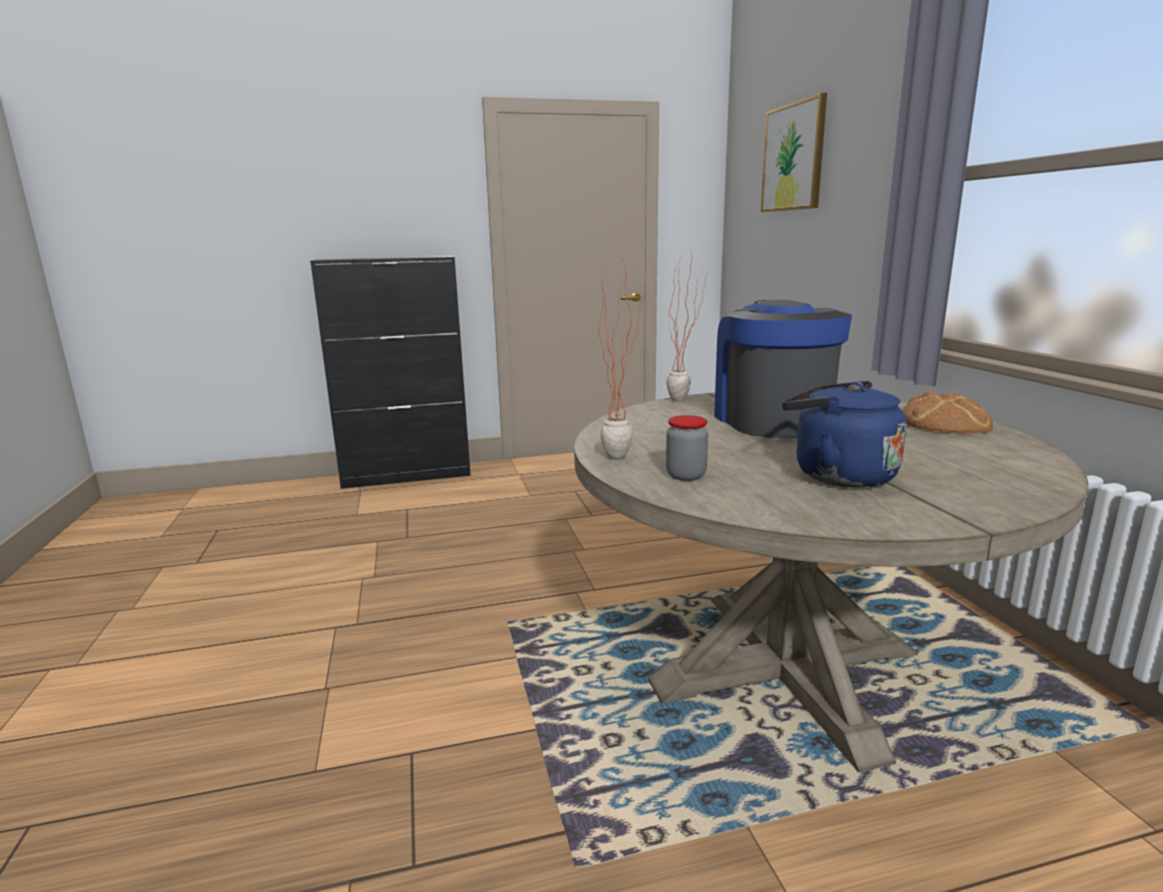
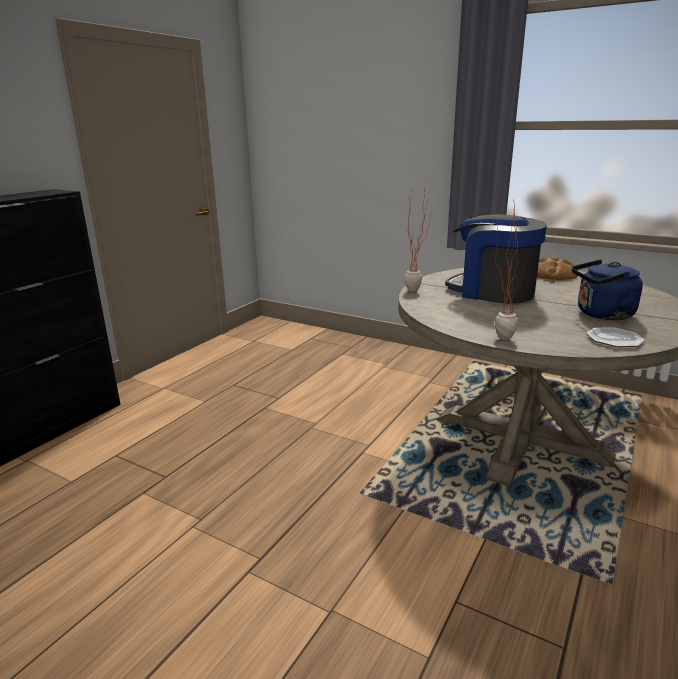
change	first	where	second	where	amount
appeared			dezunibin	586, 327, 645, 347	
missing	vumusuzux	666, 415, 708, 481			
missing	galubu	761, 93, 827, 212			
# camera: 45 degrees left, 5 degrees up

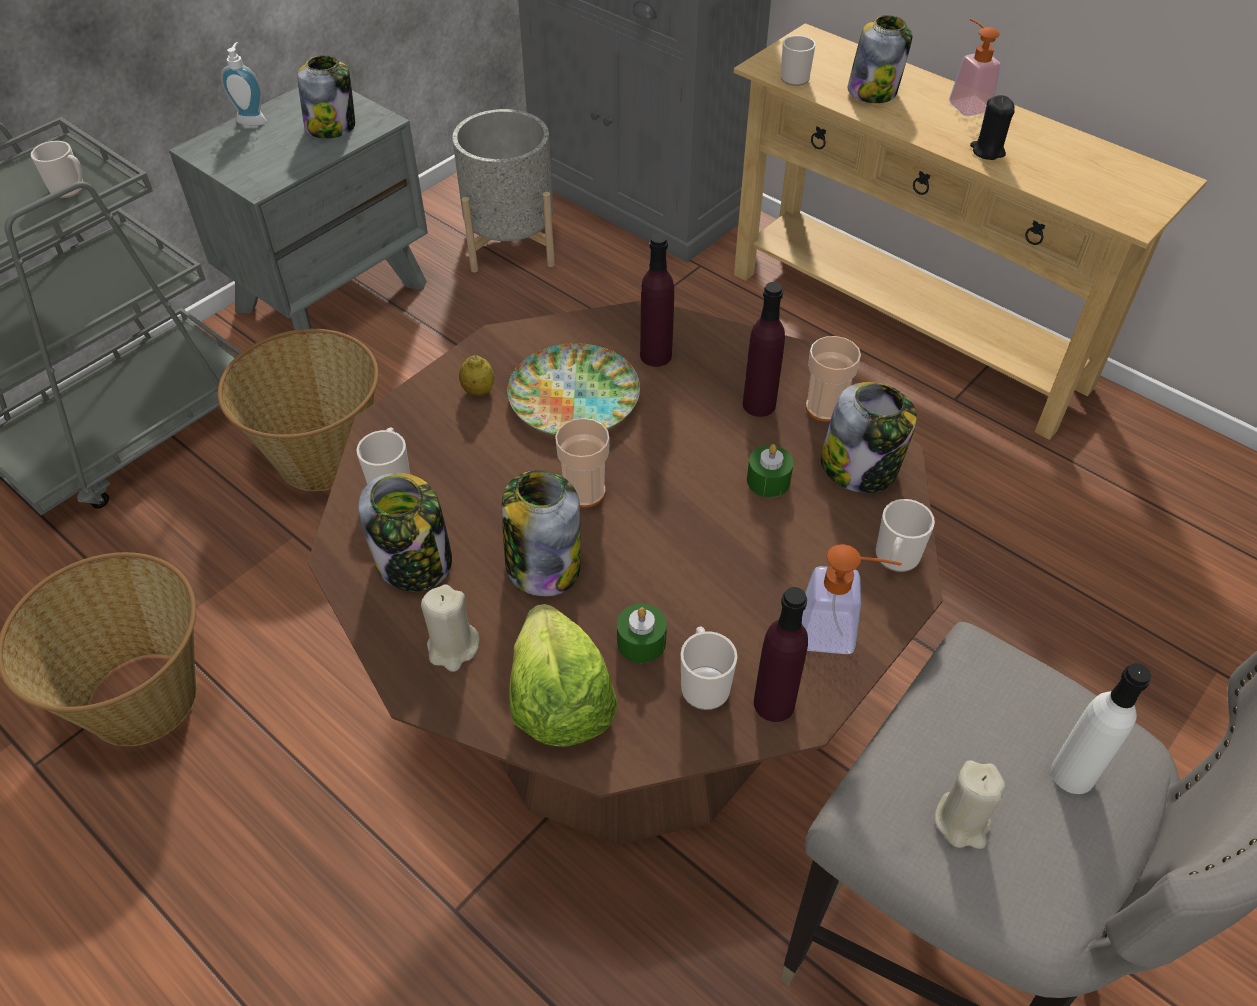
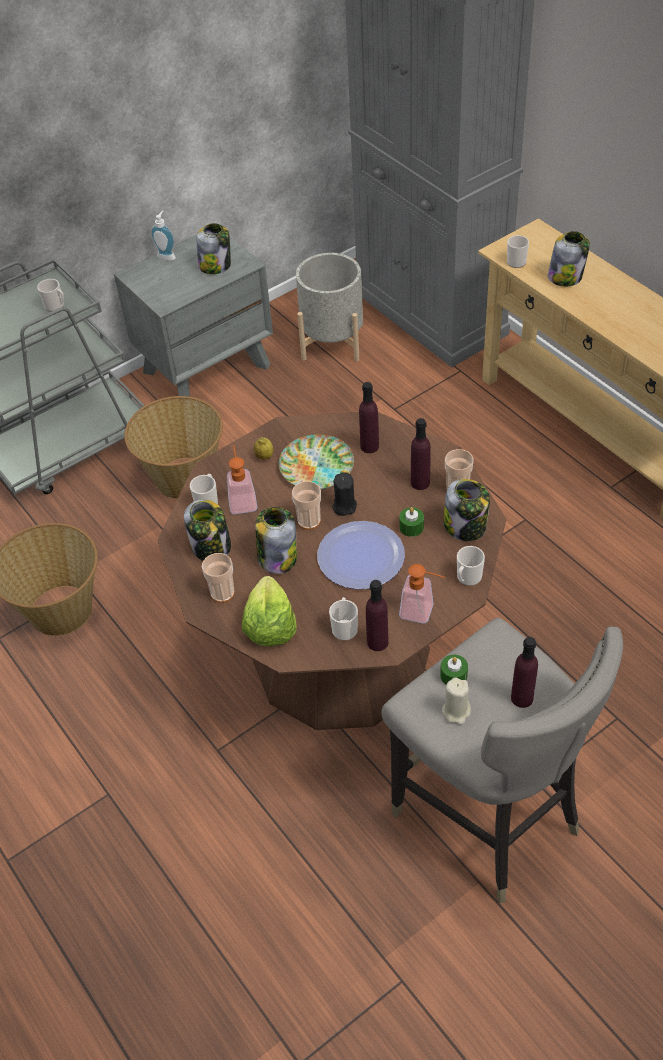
change	first	where	second	where	amount
exchanged	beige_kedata	421, 584, 480, 672	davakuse	202, 553, 235, 603	
relocated	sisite	949, 18, 1001, 116		227, 445, 257, 514	
appeared			dezunibin	317, 521, 405, 589	
relocated	black_kedata	970, 95, 1015, 160		332, 473, 357, 516	
relocated	green_kedata	617, 604, 667, 663		440, 655, 468, 685	
colour	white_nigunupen	1051, 663, 1151, 794	purple_nigunupen	511, 637, 538, 708	
# camera: 15 degrees right, 0 degrees up

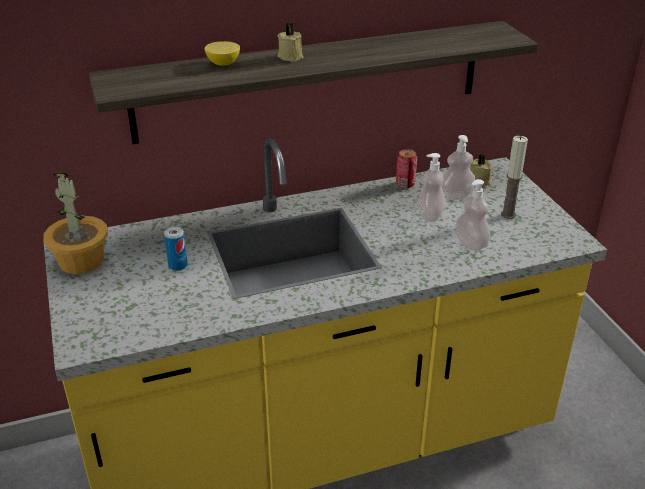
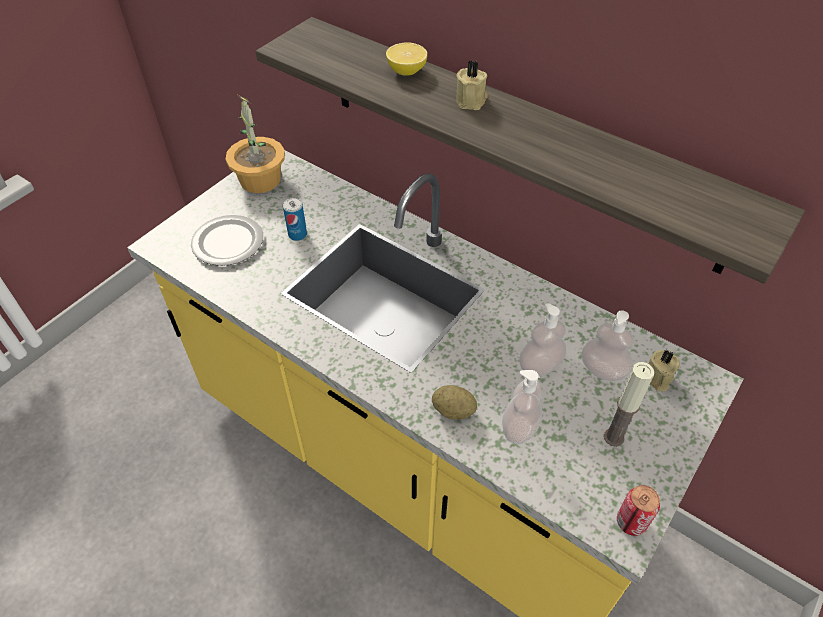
change	first	where	second	where	amount
appeared			dezunibin	191, 215, 263, 266	
appeared			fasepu	432, 385, 477, 420	
relocated	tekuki	396, 149, 417, 188		617, 485, 660, 536	
# camera: 55 degrees right, 15 degrees up

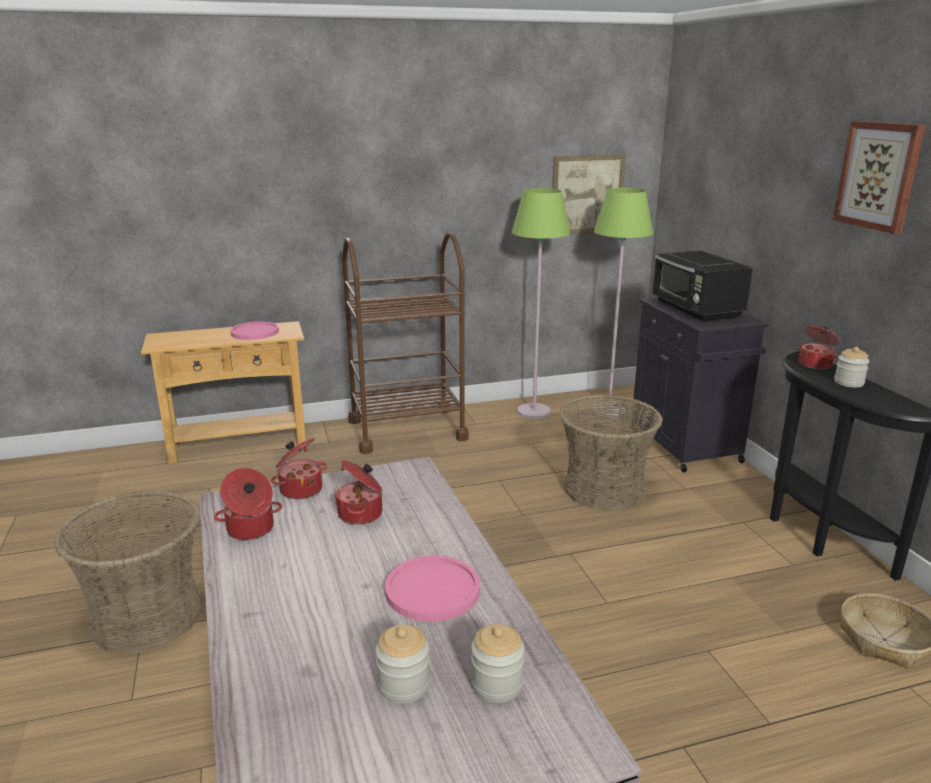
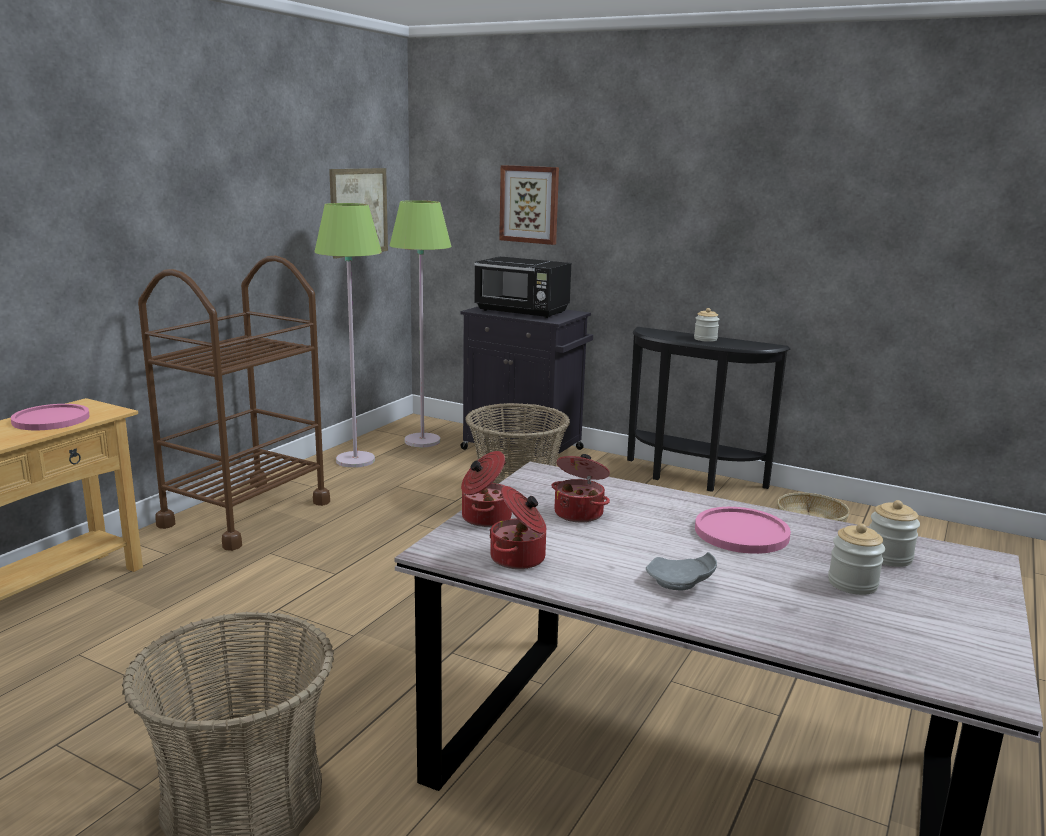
change	first	where	second	where	amount
relocated	galubu	833, 121, 926, 234		499, 165, 559, 245	
appeared			grey_dezunibin	646, 552, 717, 590	
missing	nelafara	799, 326, 840, 369			
# camera: 45 degrees left, 5 degrees down

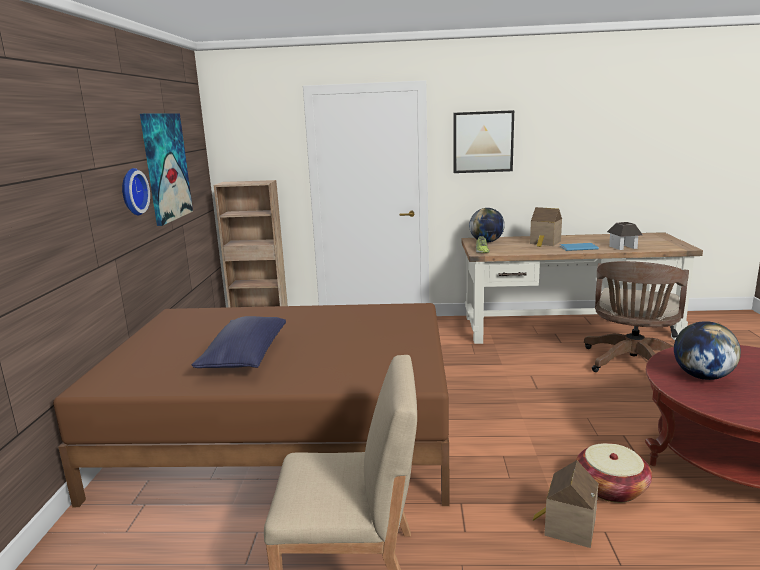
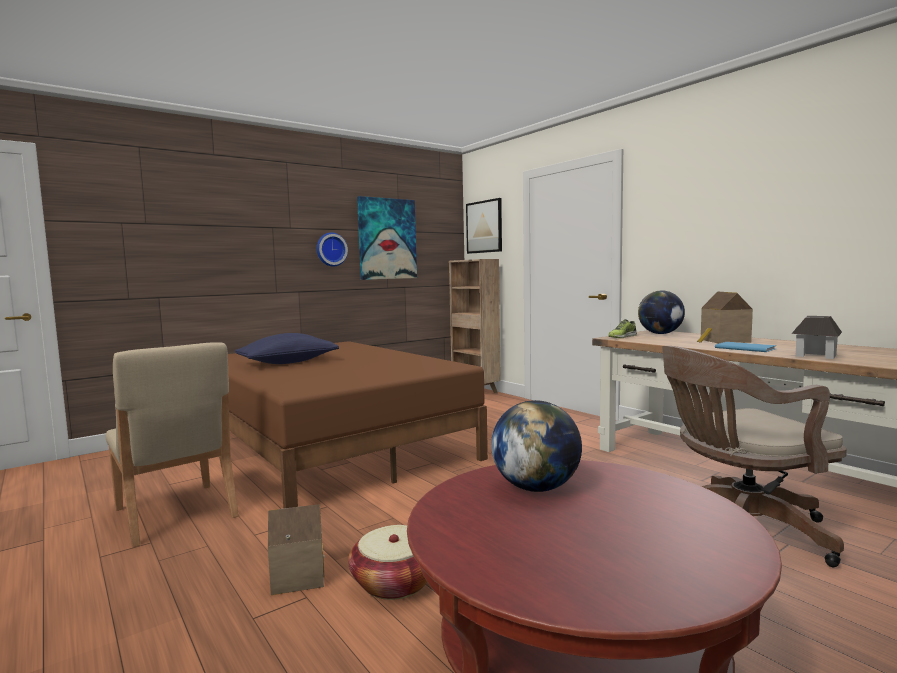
change	first	where	second	where	amount
relocated	galubu	454, 110, 514, 173		466, 198, 502, 254	
# camera: 50 degrees right, 10 degrees down

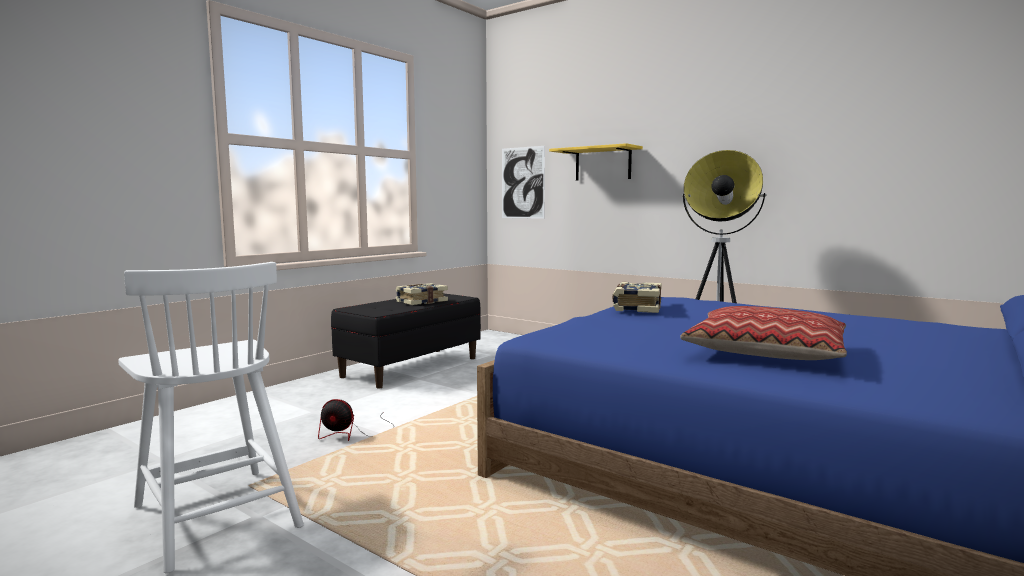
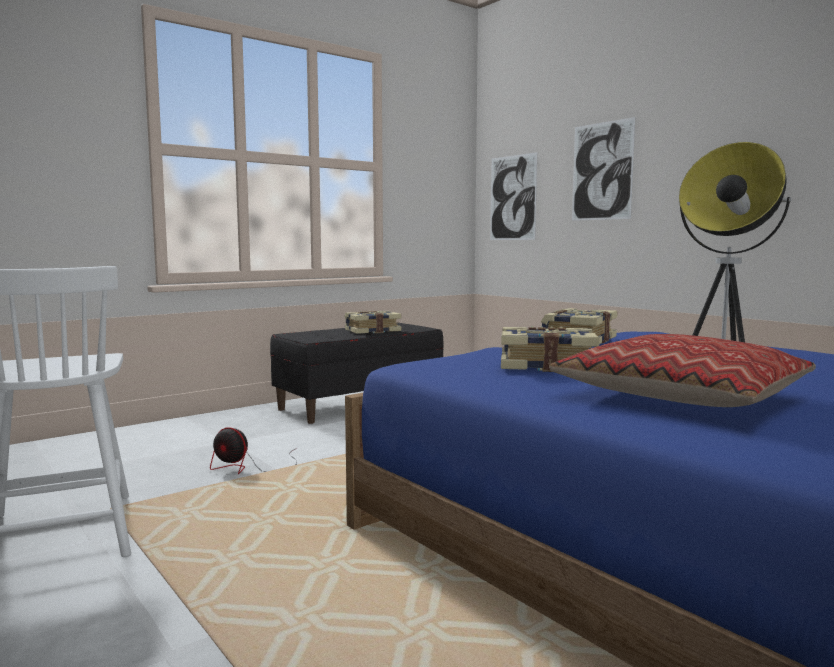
change	first	where	second	where	amount
appeared			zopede	501, 326, 599, 372	
exchanged	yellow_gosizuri	549, 143, 643, 181	galubu	572, 117, 635, 221	
# camera: 15 degrees right, 0 degrees up

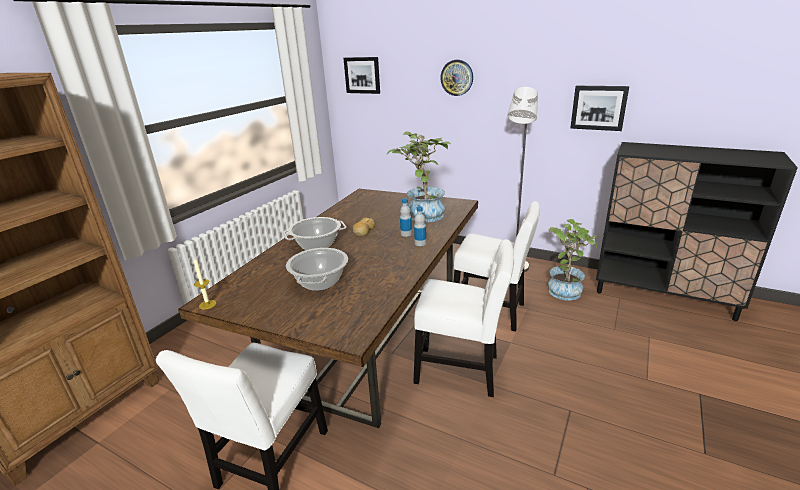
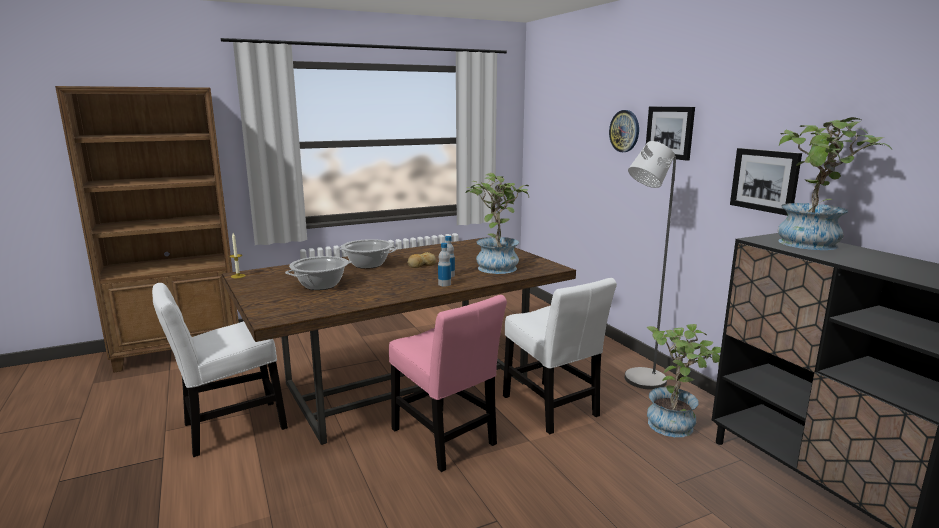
change	first	where	second	where	amount
colour	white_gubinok	413, 239, 514, 397	pink_gubinok	389, 295, 507, 472	
relocated	galubu	343, 57, 380, 94		646, 107, 695, 161	
appeared			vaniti	778, 117, 892, 250	
# camera: 35 degrees right, 10 degrees down

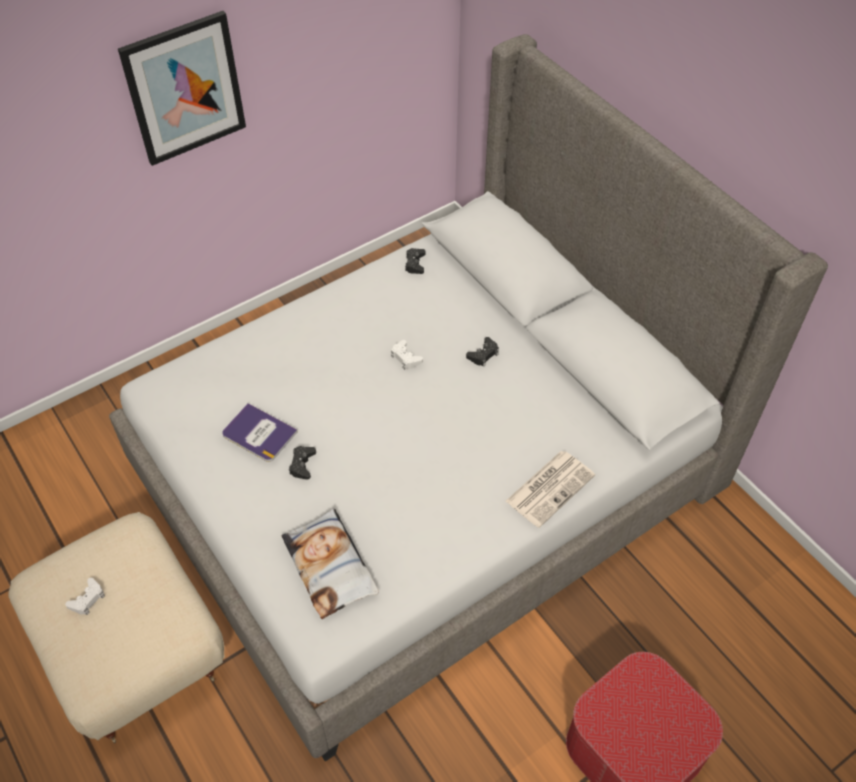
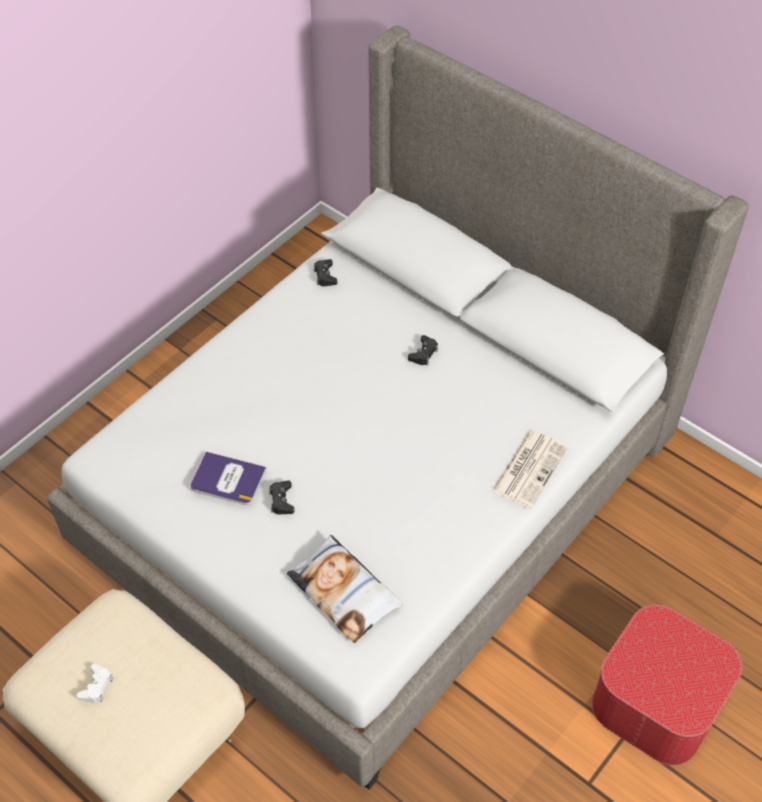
change	first	where	second	where	amount
missing	galubu	118, 11, 246, 166			
missing	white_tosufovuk	391, 340, 423, 370			
# camera: 15 degrees left, 0 degrees up

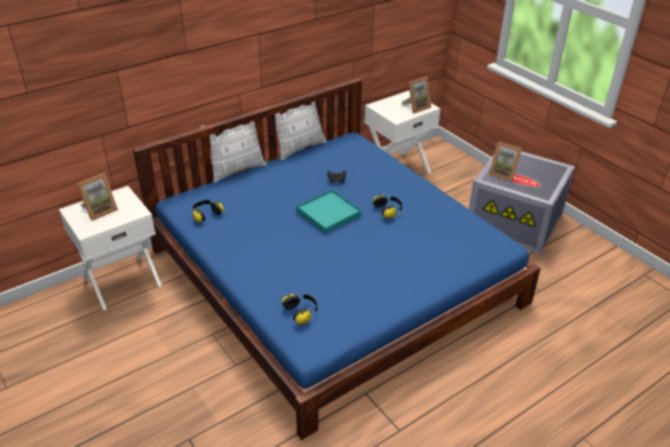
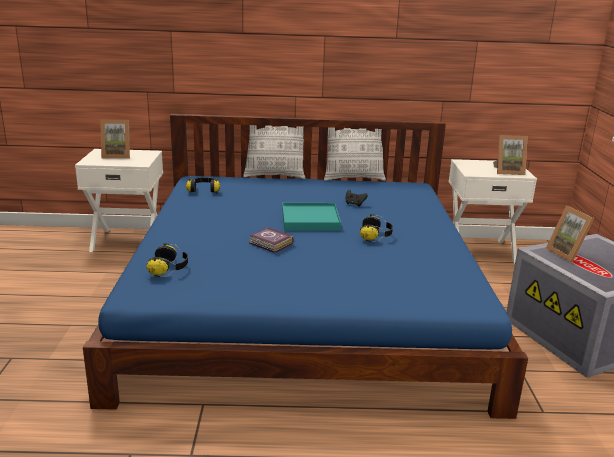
change	first	where	second	where	amount
appeared			zopede	249, 227, 293, 253	
# camera: 35 degrees right, 15 degrees down

